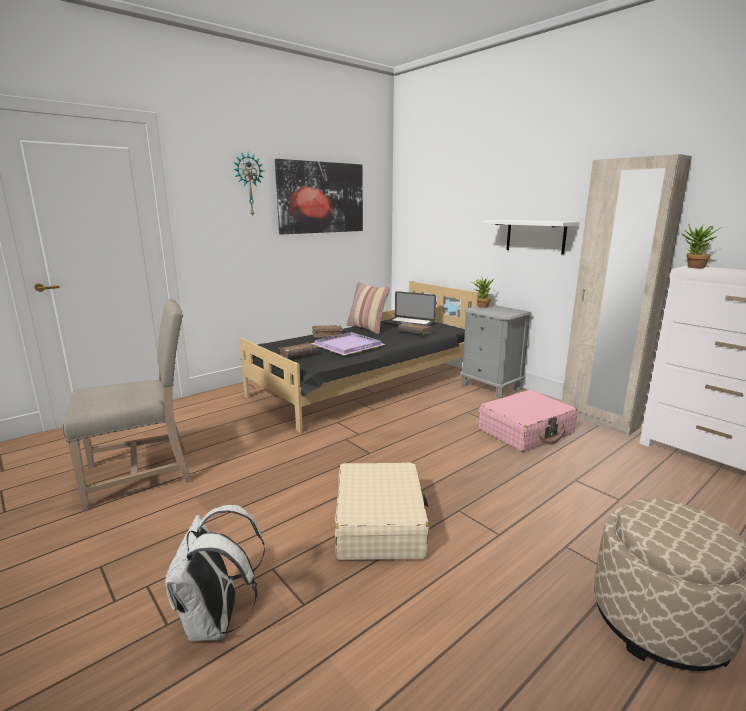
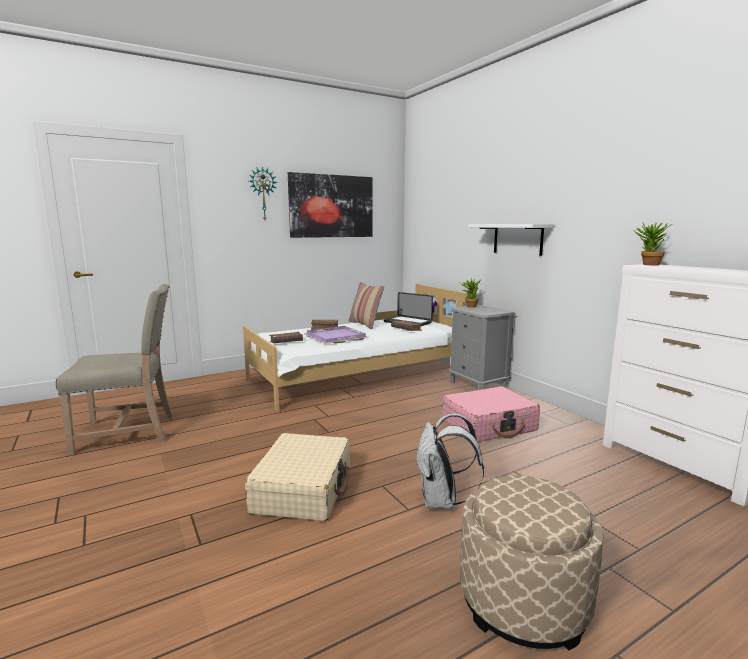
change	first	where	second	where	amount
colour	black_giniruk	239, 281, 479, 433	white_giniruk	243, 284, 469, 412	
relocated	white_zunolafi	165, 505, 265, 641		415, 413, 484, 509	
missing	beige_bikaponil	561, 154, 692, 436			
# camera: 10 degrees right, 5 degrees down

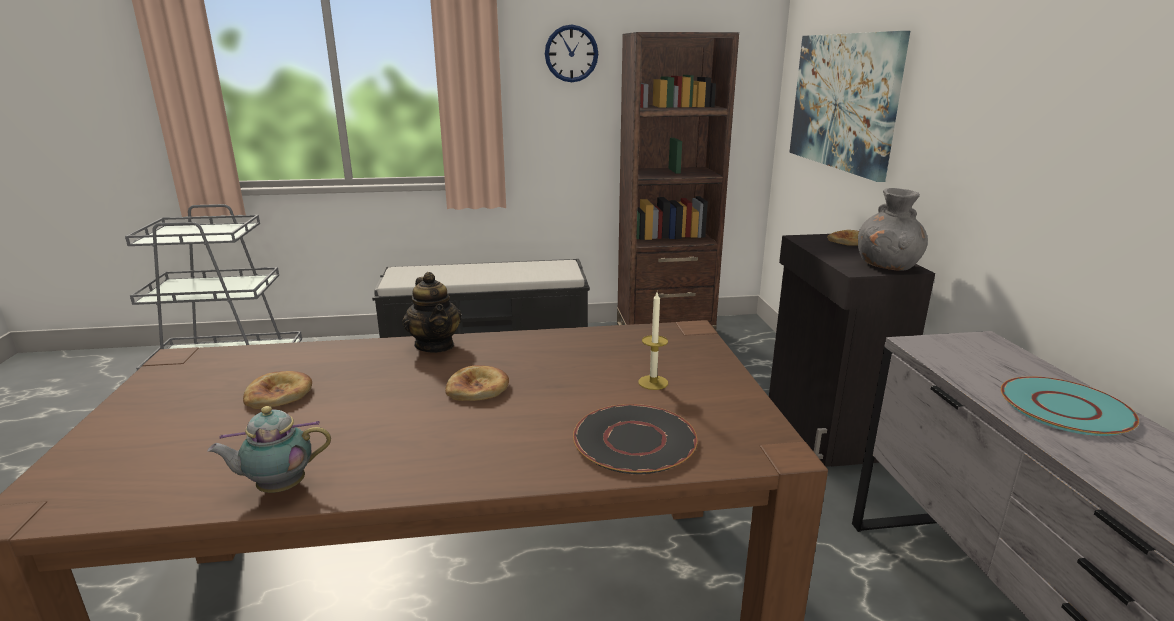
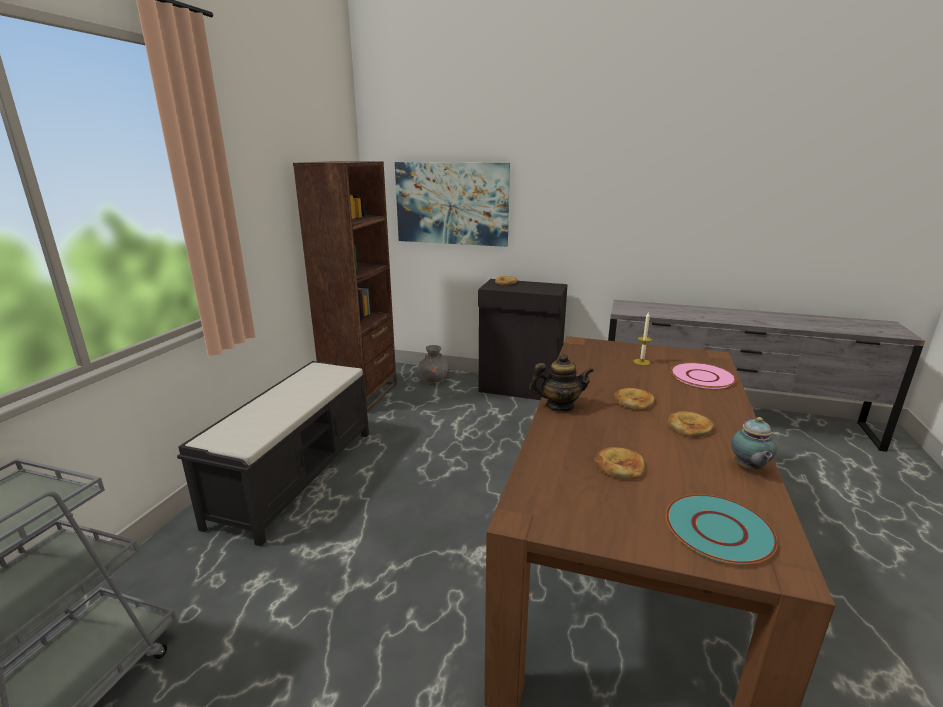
change	first	where	second	where	amount
relocated	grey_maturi	858, 188, 928, 271		419, 345, 448, 383	
relocated	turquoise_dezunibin	1001, 376, 1139, 436		666, 494, 778, 565	
appeared			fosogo	667, 411, 714, 438	
colour	black_dezunibin	573, 404, 697, 474	pink_dezunibin	671, 363, 736, 389	
missing	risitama	545, 24, 598, 82			
# camera: 65 degrees left, 0 degrees up

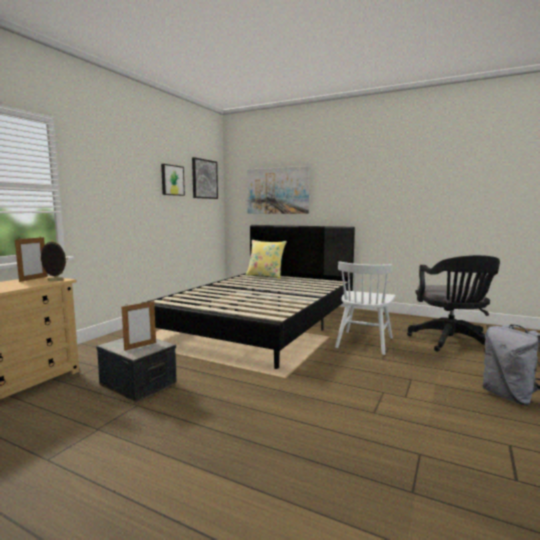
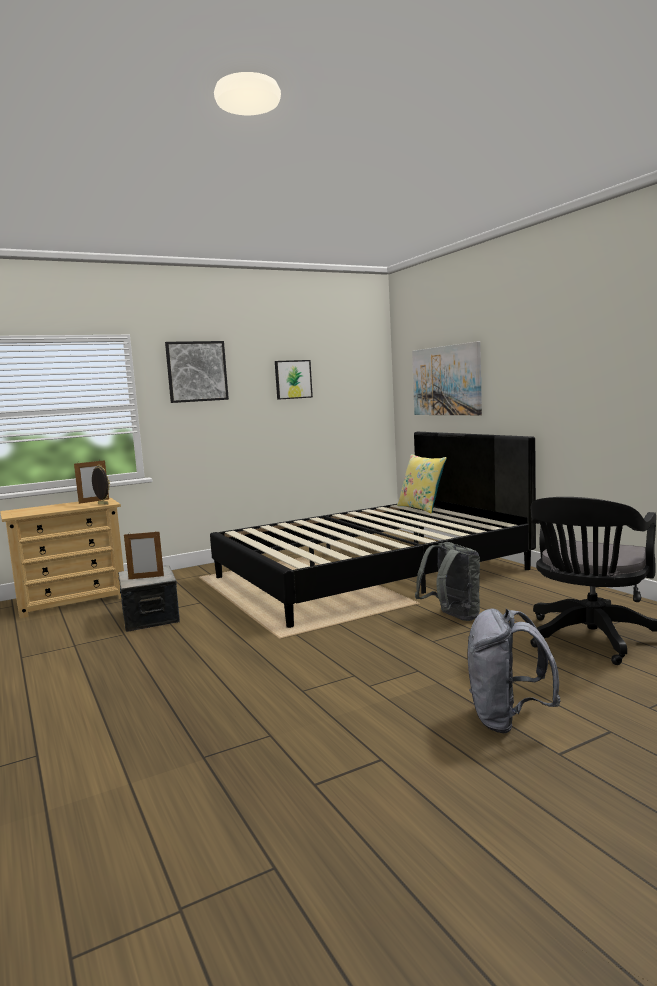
change	first	where	second	where	amount
relocated	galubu	192, 157, 218, 199		165, 341, 229, 403	
exchanged	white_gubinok	335, 262, 396, 355	grey_zunolafi	415, 542, 480, 621	
# camera: 35 degrees right, 0 degrees up

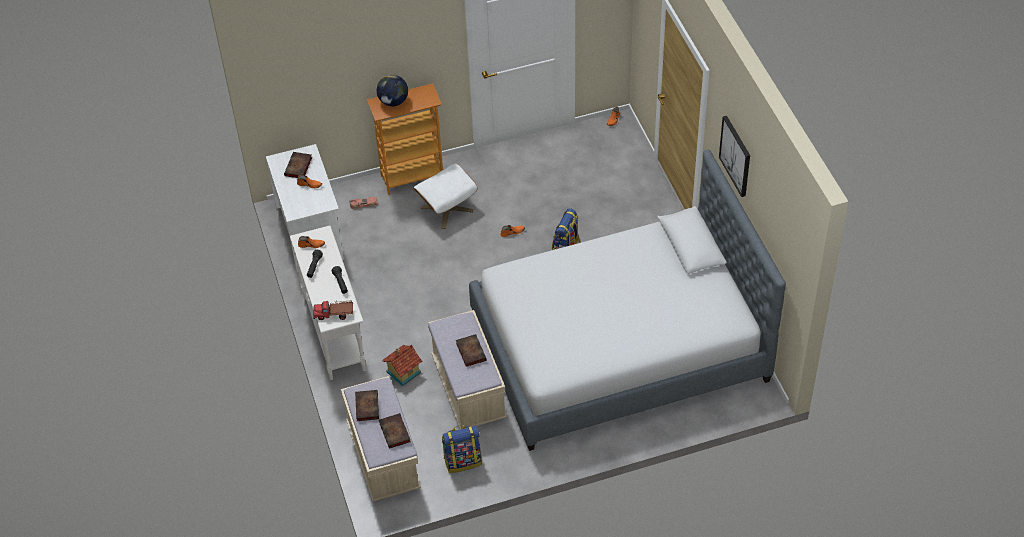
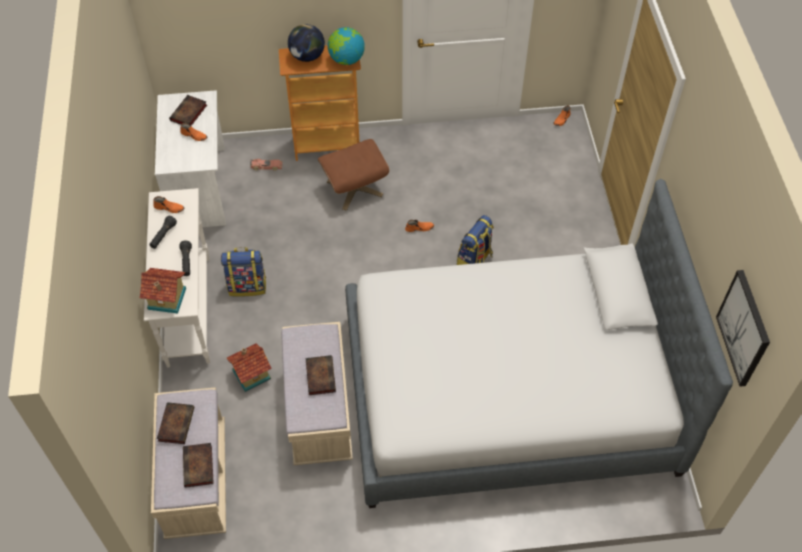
change	first	where	second	where	amount
exchanged	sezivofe	313, 300, 353, 320	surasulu	140, 268, 186, 314	
relocated	zunolafi	442, 425, 482, 473		221, 247, 267, 297	
colour	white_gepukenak	413, 164, 478, 229	brown_gepukenak	318, 139, 390, 211	
appeared			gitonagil	328, 27, 365, 65	
relocated	galubu	719, 116, 750, 197		716, 270, 770, 387	
# camera: 10 degrees right, 5 degrees up

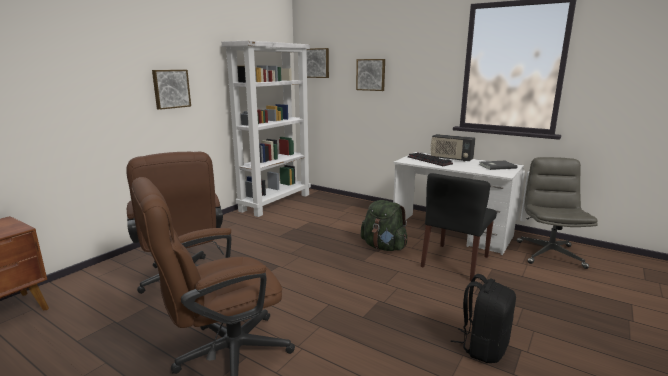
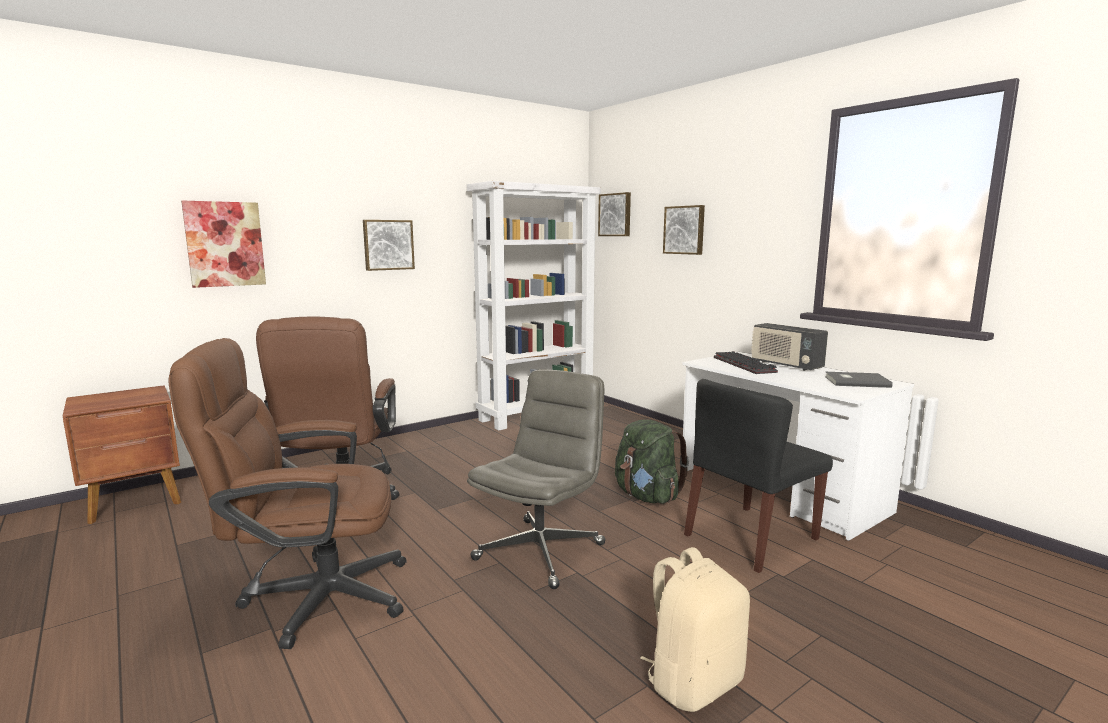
change	first	where	second	where	amount
appeared			galubu	181, 201, 266, 288	
relocated	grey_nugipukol	517, 157, 598, 269		467, 369, 606, 589	
colour	black_zunolafi	451, 274, 516, 363	beige_zunolafi	640, 547, 750, 712	
# camera: 20 degrees right, 5 degrees down

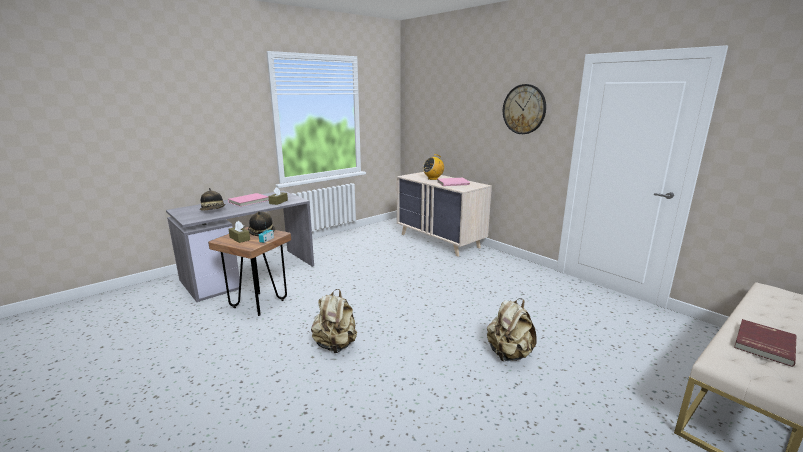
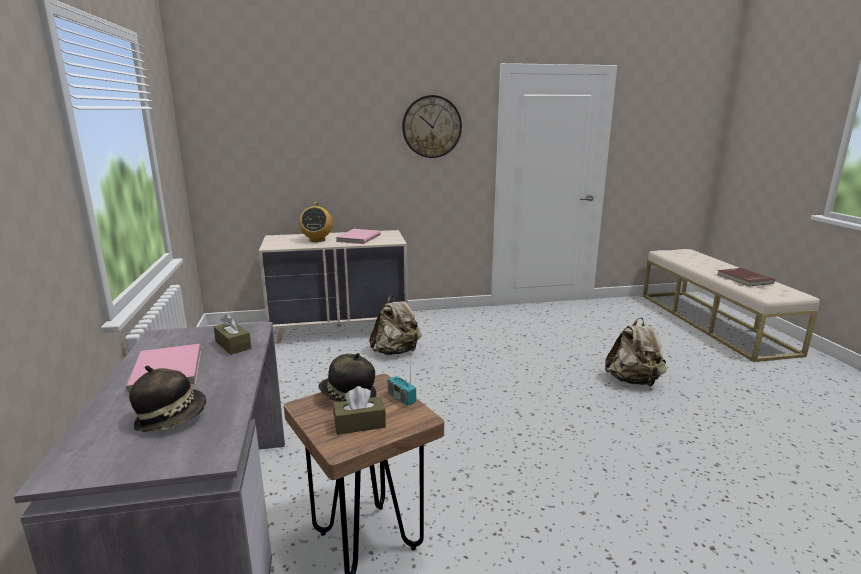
change	first	where	second	where	amount
relocated	beige_zunolafi	311, 289, 357, 353		369, 295, 421, 355	
# camera: 60 degrees left, 0 degrees up

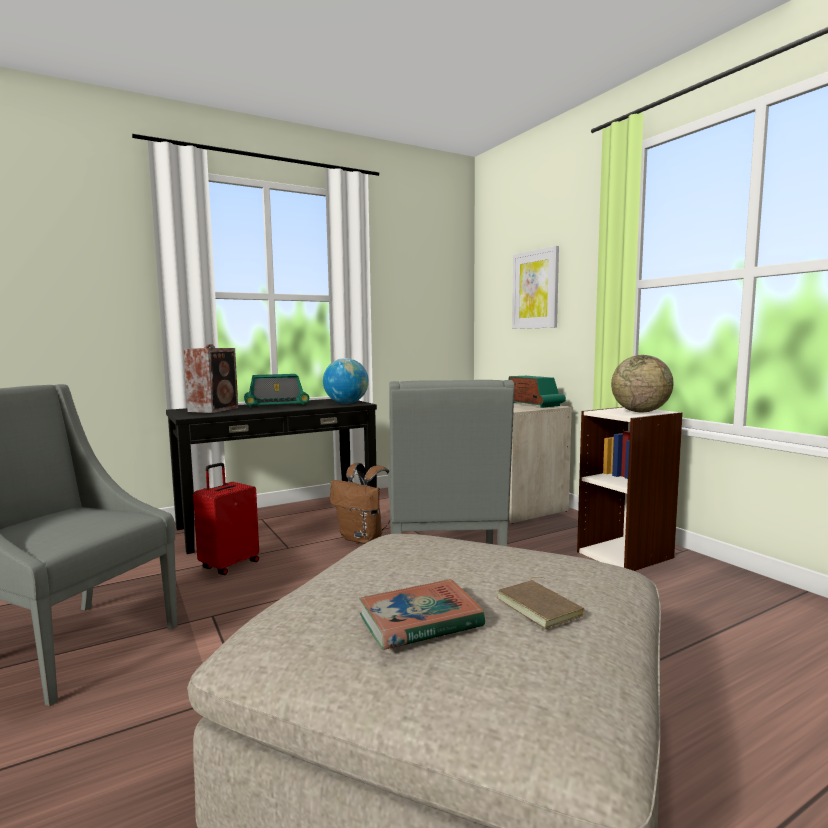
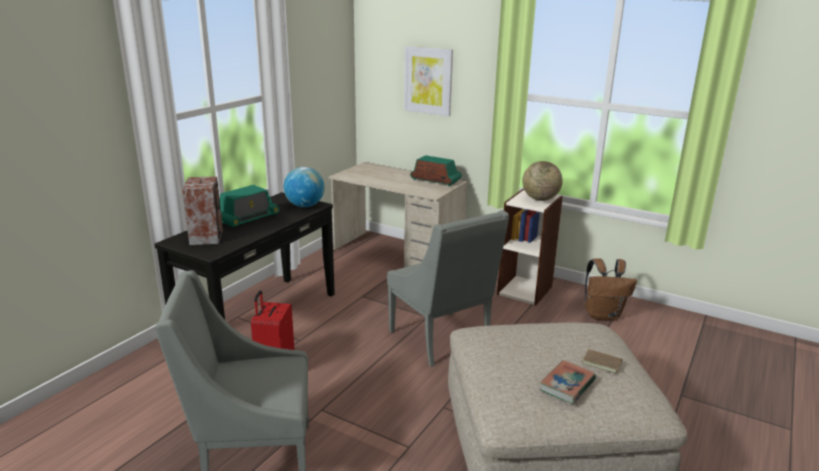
change	first	where	second	where	amount
relocated	brown_zunolafi	330, 463, 390, 544		585, 258, 637, 320	
# camera: 30 degrees left, 15 degrees up

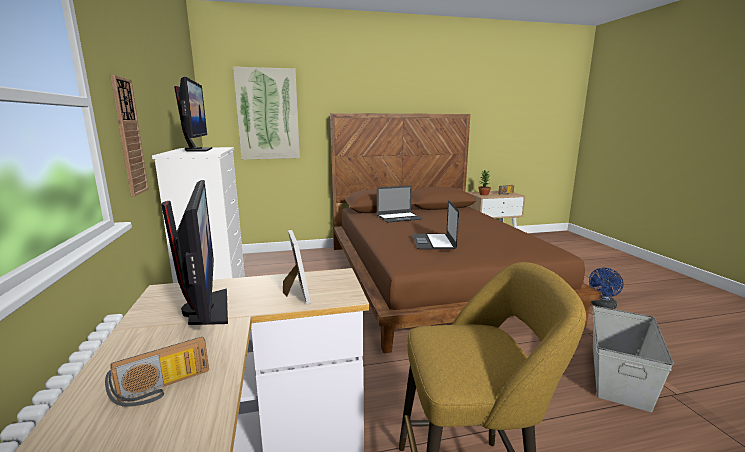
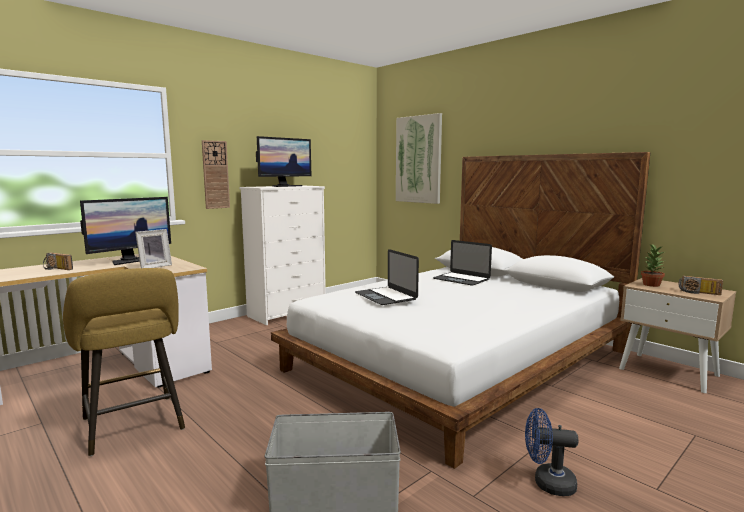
change	first	where	second	where	amount
colour	brown_giniruk	330, 113, 601, 353	white_giniruk	271, 152, 650, 469	
spun	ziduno	412, 200, 459, 249		355, 249, 419, 305	90 degrees counterclockwise
# camera: 60 degrees right, 5 degrees down

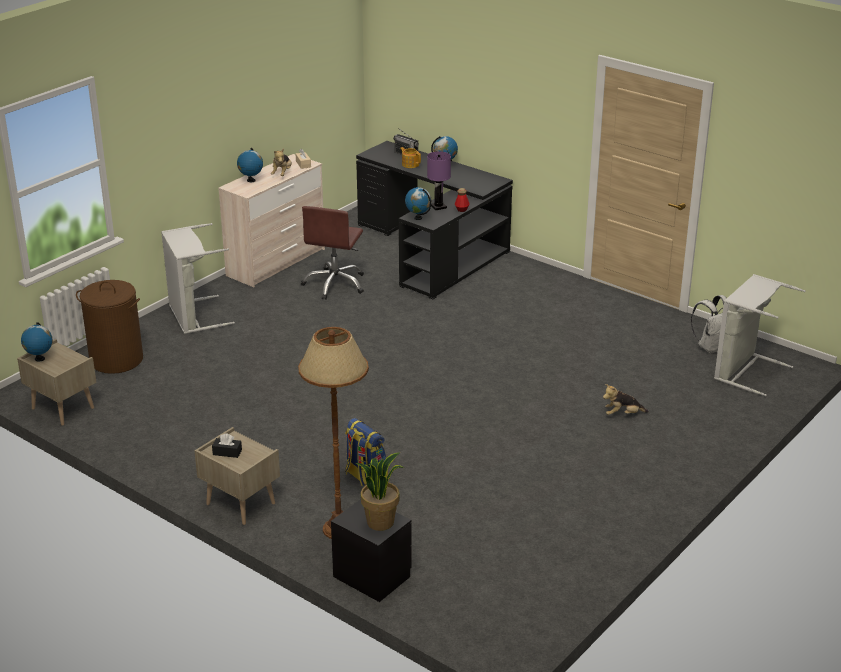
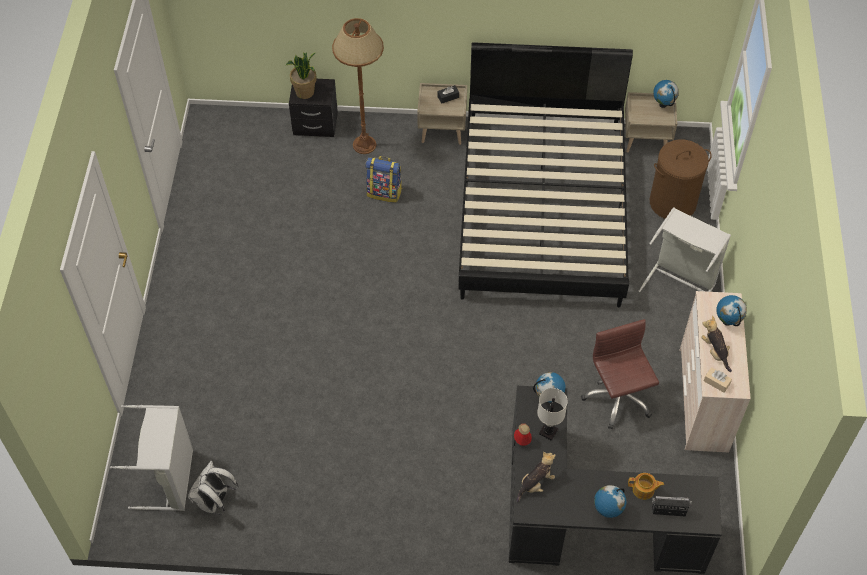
change	first	where	second	where	amount
appeared			black_giniruk	458, 42, 633, 308	
relocated	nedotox	603, 384, 649, 415		517, 452, 555, 502	
colour	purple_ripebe	427, 151, 451, 210	white_ripebe	537, 388, 568, 441	
# camera: 145 degrees right, 25 degrees up

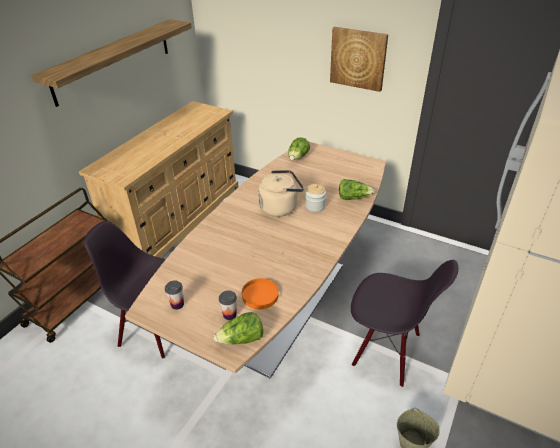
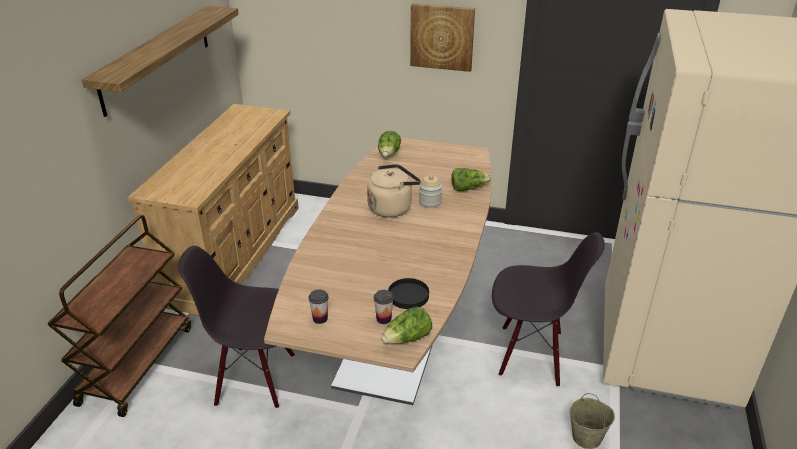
change	first	where	second	where	amount
colour	orange_dezunibin	242, 278, 279, 309	black_dezunibin	388, 278, 429, 309	
# camera: 15 degrees left, 5 degrees down

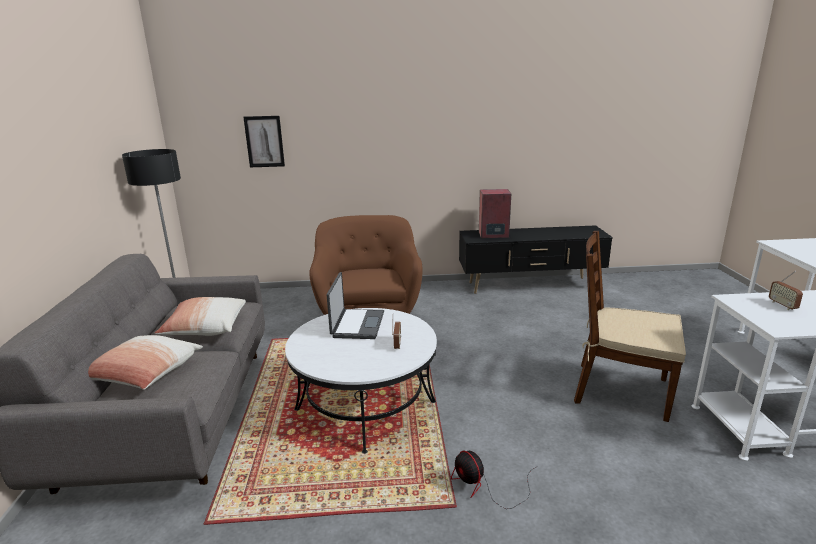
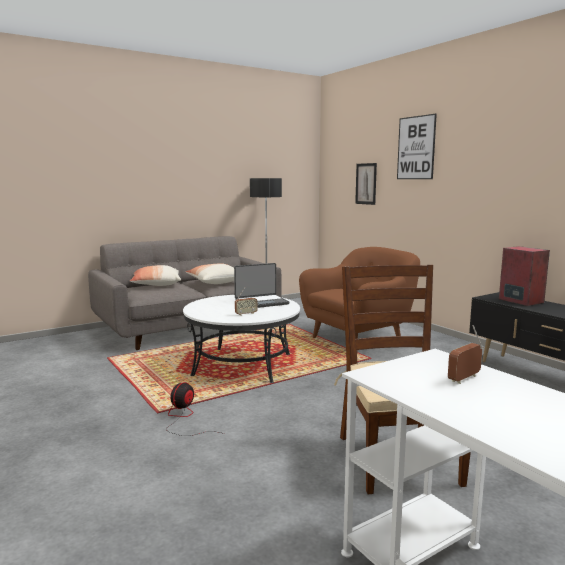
change	first	where	second	where	amount
appeared			galubu	397, 114, 437, 179	
# camera: 60 degrees right, 10 degrees down

